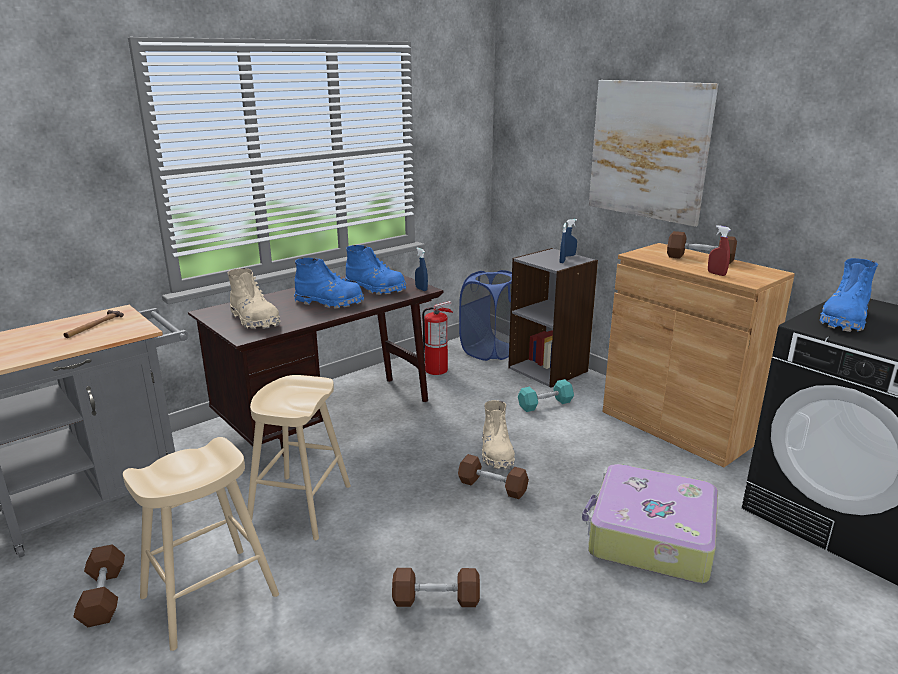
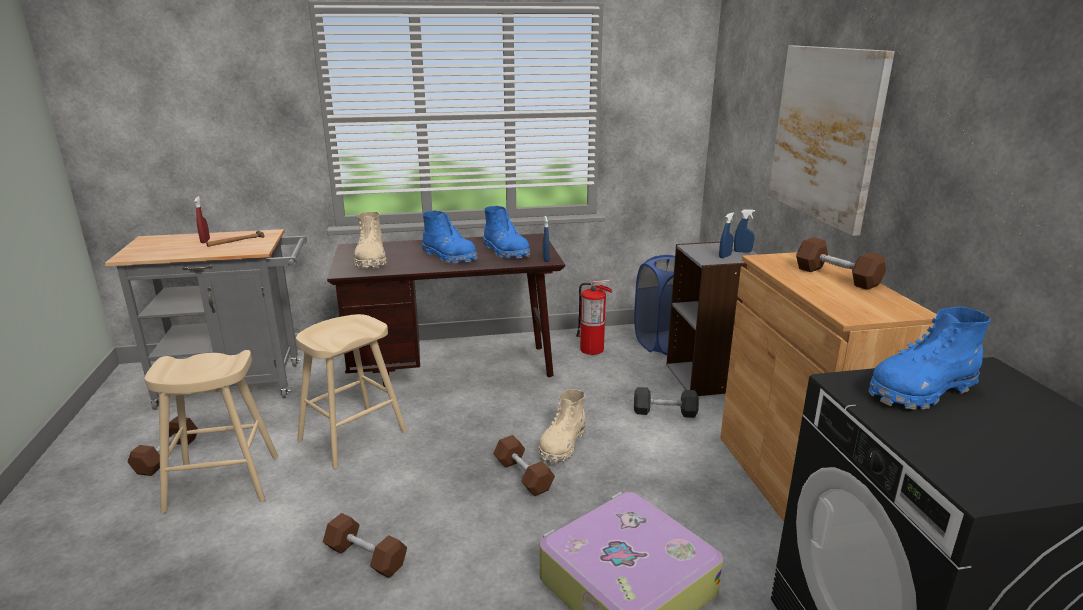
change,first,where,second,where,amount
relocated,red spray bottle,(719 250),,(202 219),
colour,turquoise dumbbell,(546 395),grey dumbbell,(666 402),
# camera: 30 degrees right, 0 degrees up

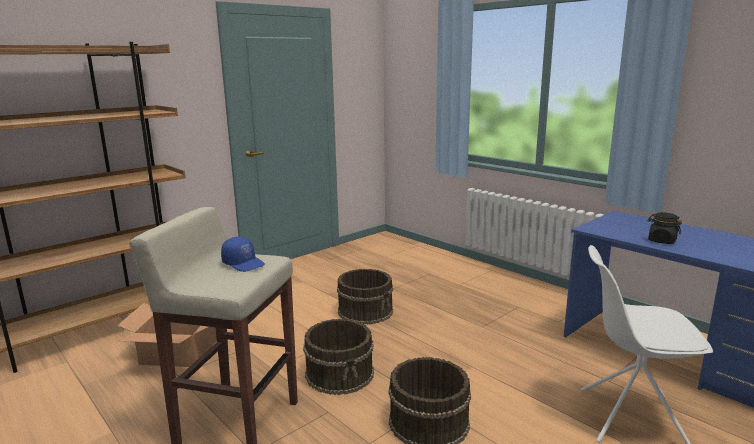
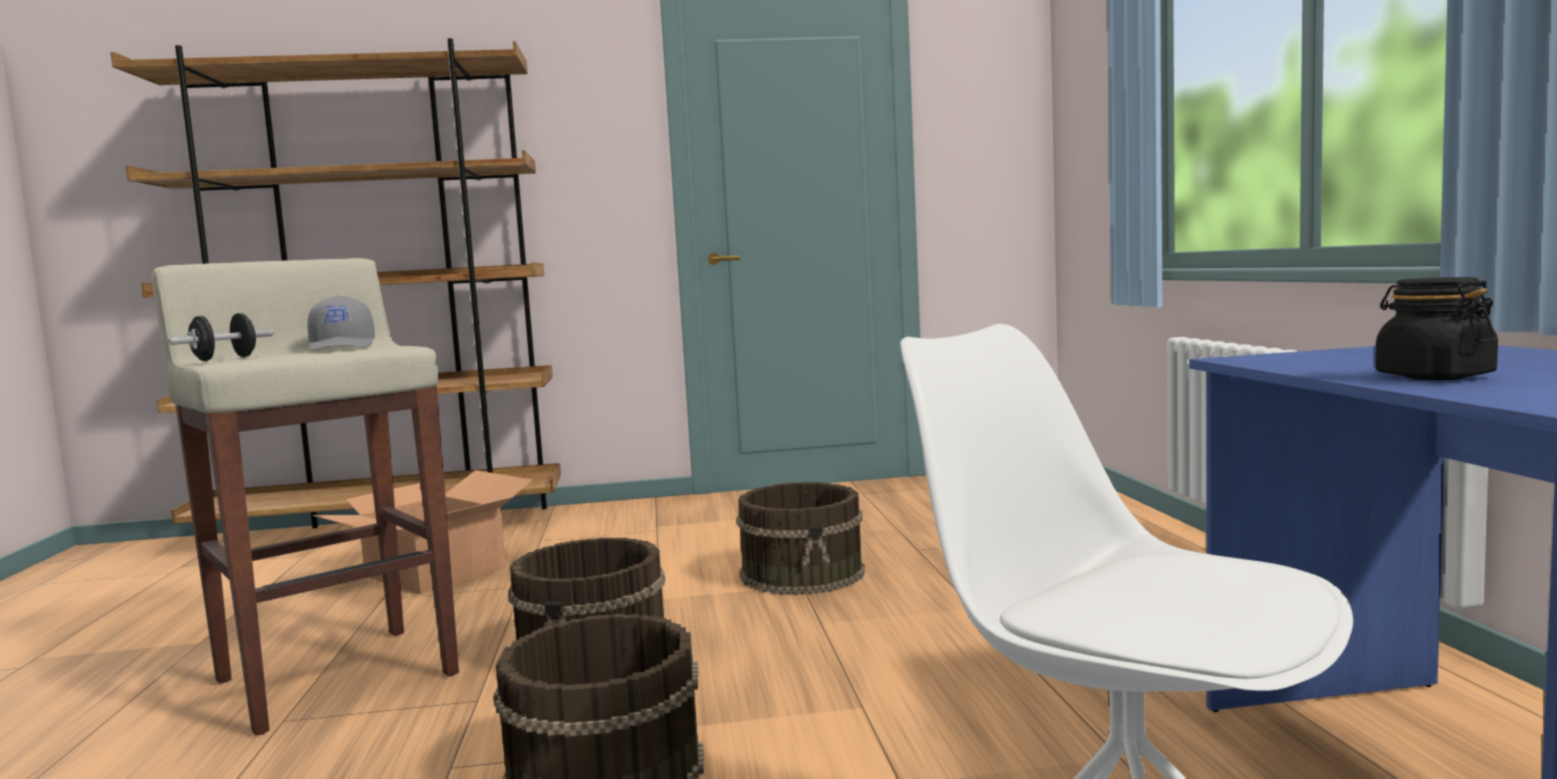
change,first,where,second,where,amount
colour,blue cap,(243 254),grey cap,(341 323),
appeared,,,black dumbbell,(221 337),
# camera: 35 degrees right, 10 degrees down

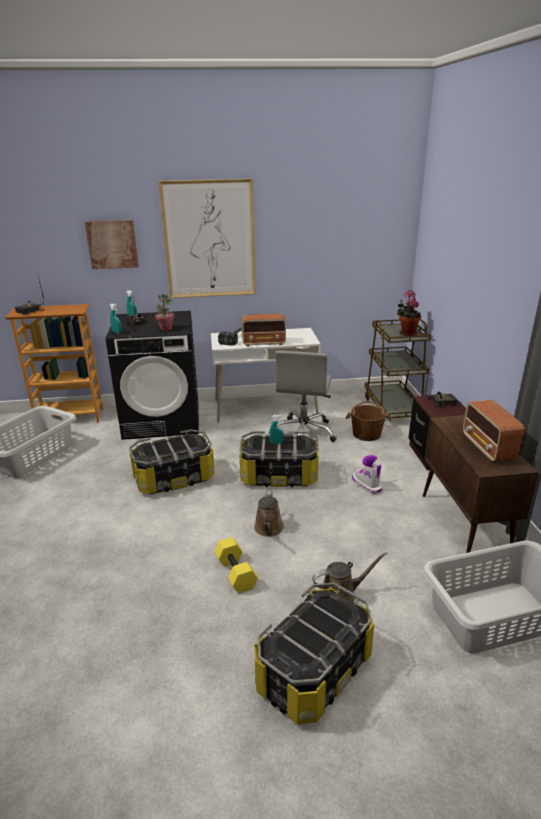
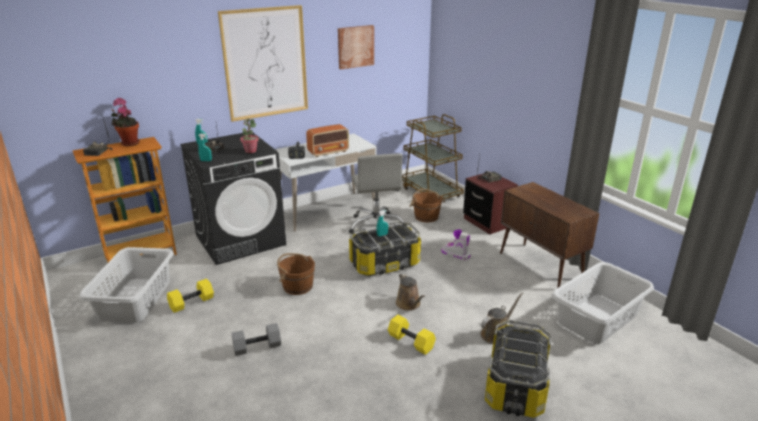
change,first,where,second,where,amount
relocated,picture,(112 244),,(356 47),
relocated,potted plant,(409 313),,(125 122),
missing,radio,(494 431),,,
exchanged,storage box,(172 461),brown bucket,(296 274),
appeared,,,yellow dumbbell,(190 296),
appeared,,,grey dumbbell,(256 339),
# camera: 25 degrees left, 0 degrees up

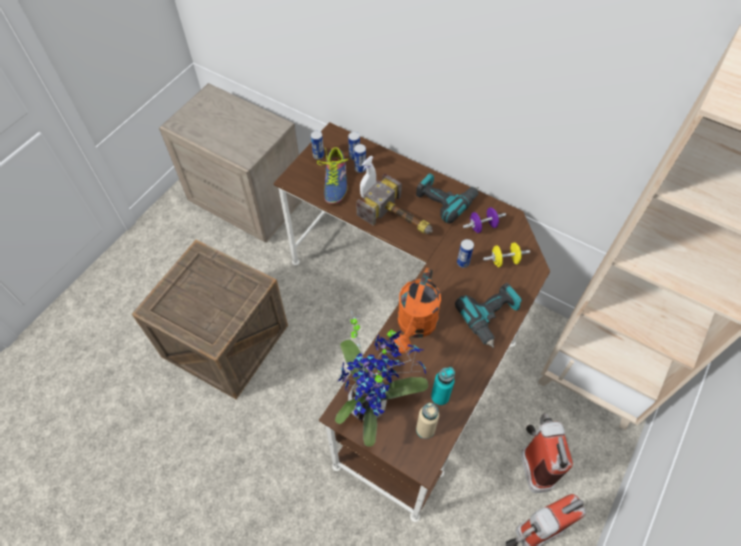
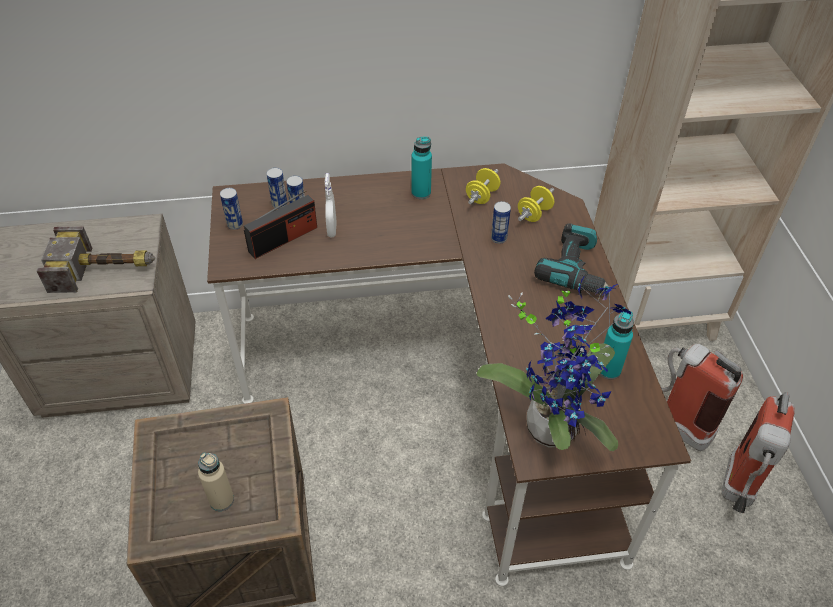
change,first,where,second,where,amount
exchanged,shoe,(333 175),radio,(280 224),
exchanged,power drill,(447 198),turquoise bottle,(421 167),
relocated,hammer,(394 204),,(96 260),
colour,purple dumbbell,(484 220),yellow dumbbell,(483 186),
missing,orange watering can,(417 310),,,
relocated,beige bottle,(427 421),,(216 482),
# camera: 40 degrees left, 10 degrees down

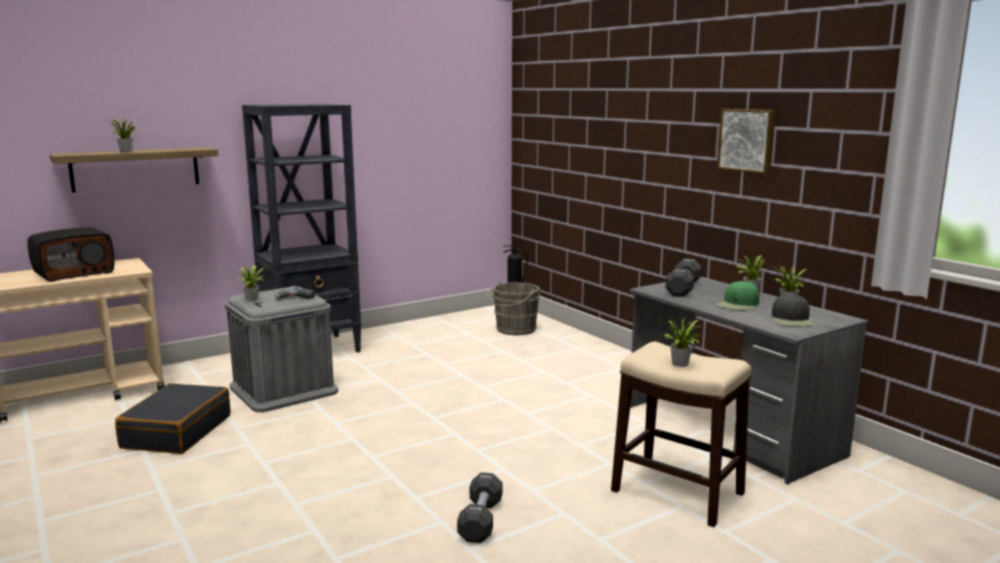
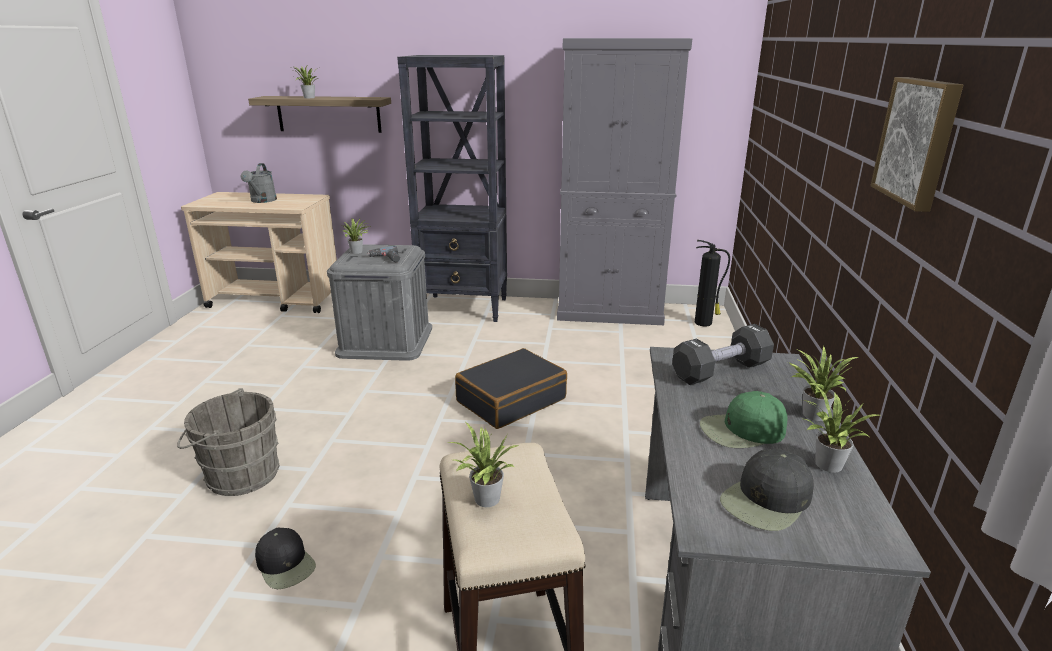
change,first,where,second,where,amount
exchanged,radio,(70 255),grey watering can,(259 183),
relocated,grey bucket,(513 308),,(228 442),
relocated,black suitcase,(172 418),,(511 388),
exchanged,black dumbbell,(480 507),black cap,(285 558),
appeared,,,grey cabinet,(624 181),
# camera: 40 degrees right, 10 degrees up

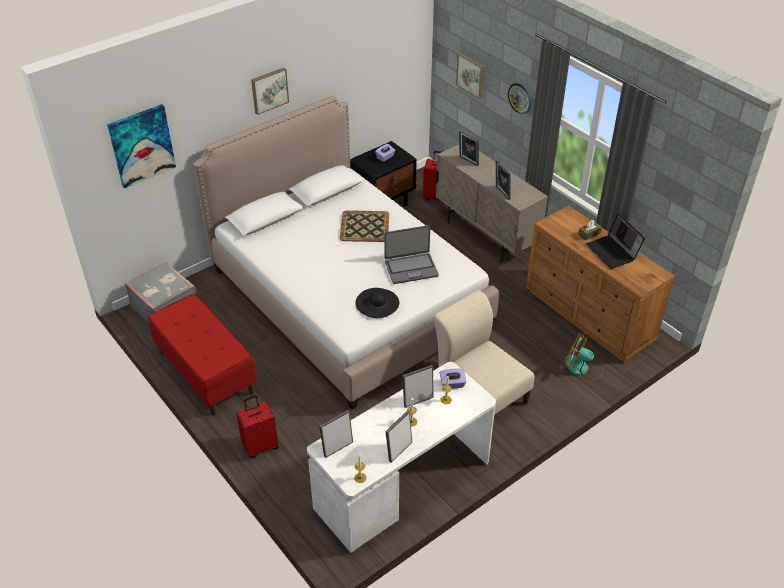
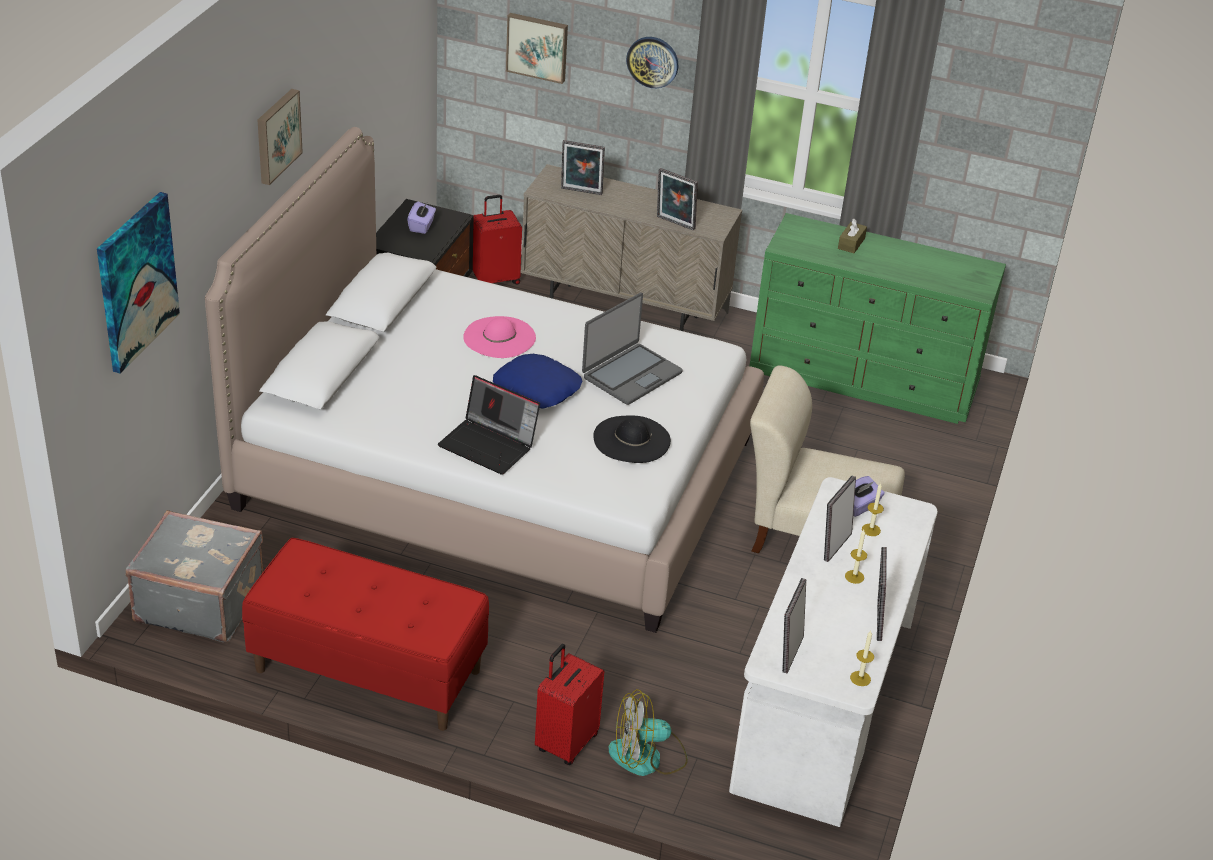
change,first,where,second,where,amount
colour,brown dresser,(600 284),green dresser,(878 318),
exchanged,tray,(364 226),pink hat,(499 337),
relocated,laptop,(615 241),,(489 425),
relocated,fan,(584 356),,(648 732),
appeared,,,blue pillow,(538 381),
# camera: 35 degrees left, 5 degrees down

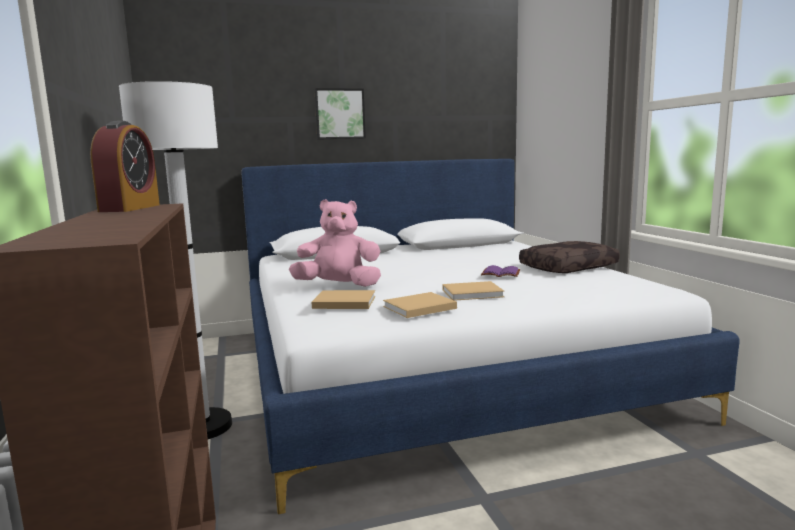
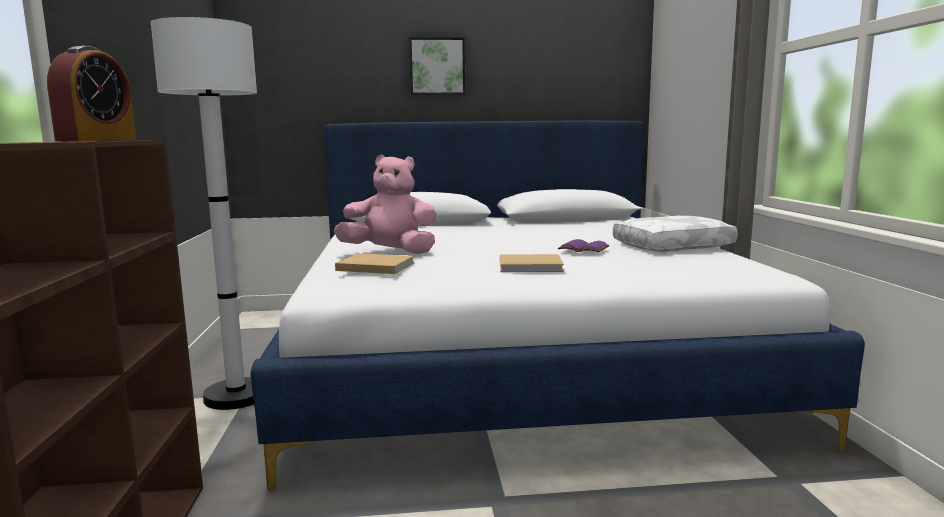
change,first,where,second,where,amount
colour,brown pillow,(569 257),white pillow,(675 234),
missing,beige book,(420 305),,,
# camera: 10 degrees right, 0 degrees up

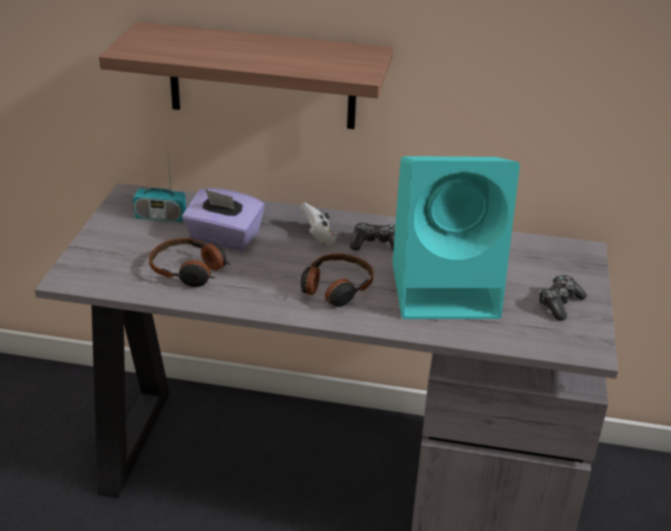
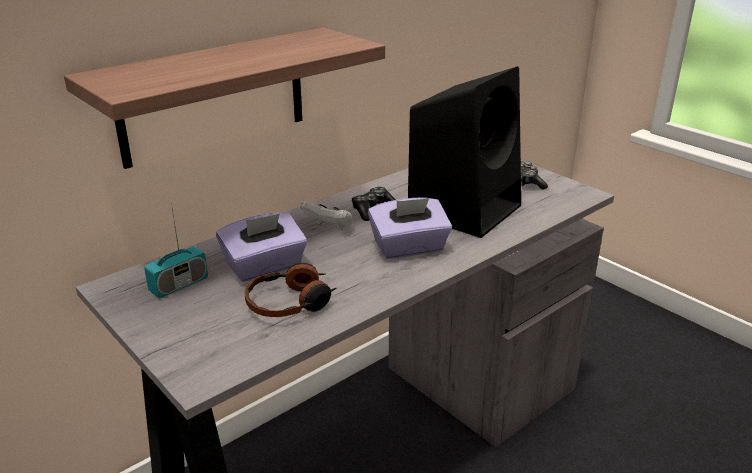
change,first,where,second,where,amount
colour,turquoise speaker,(456 237),black speaker,(464 152),
exchanged,headphones,(337 280),purple tissue box,(410 228),
# camera: 50 degrees left, 5 degrees down

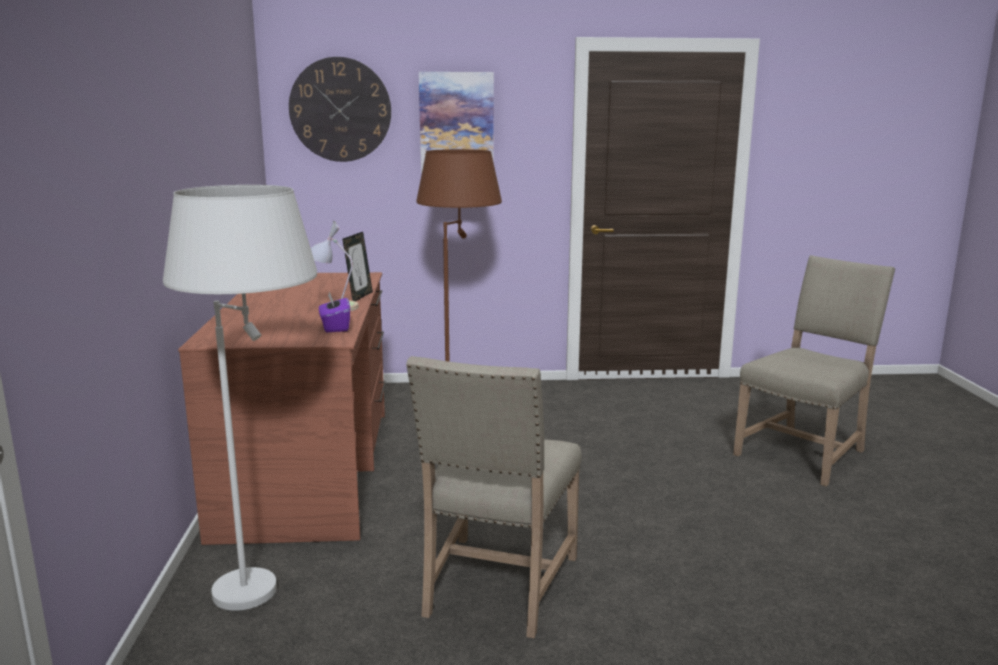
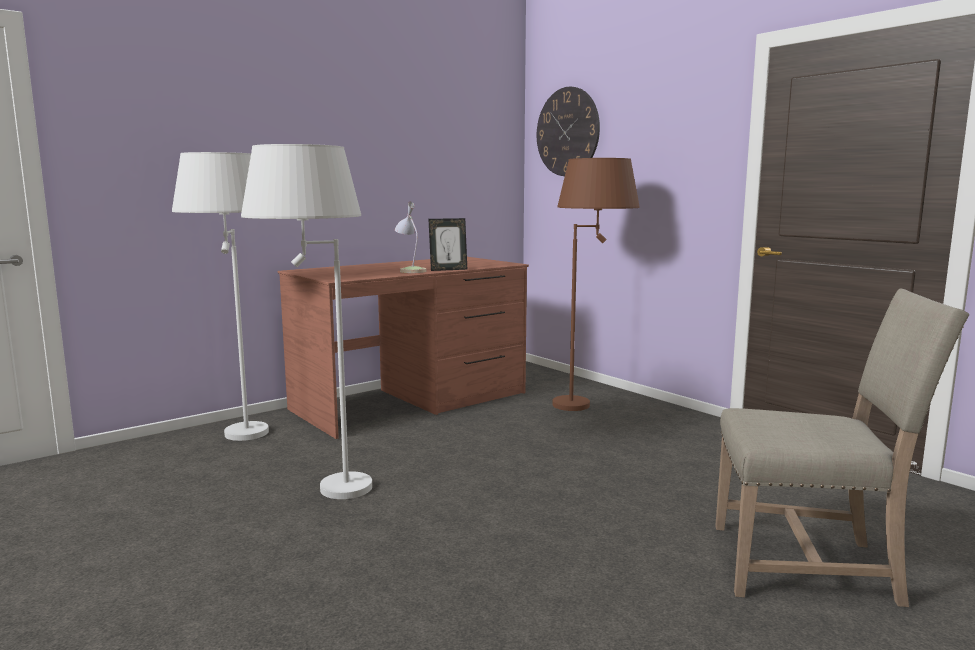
change,first,where,second,where,amount
missing,picture,(456 122),,,
missing,purple tissue box,(334 312),,,
exchanged,beige chair,(494 497),white floor lamp,(306 321),
# camera: 55 degrees right, 5 degrees down

